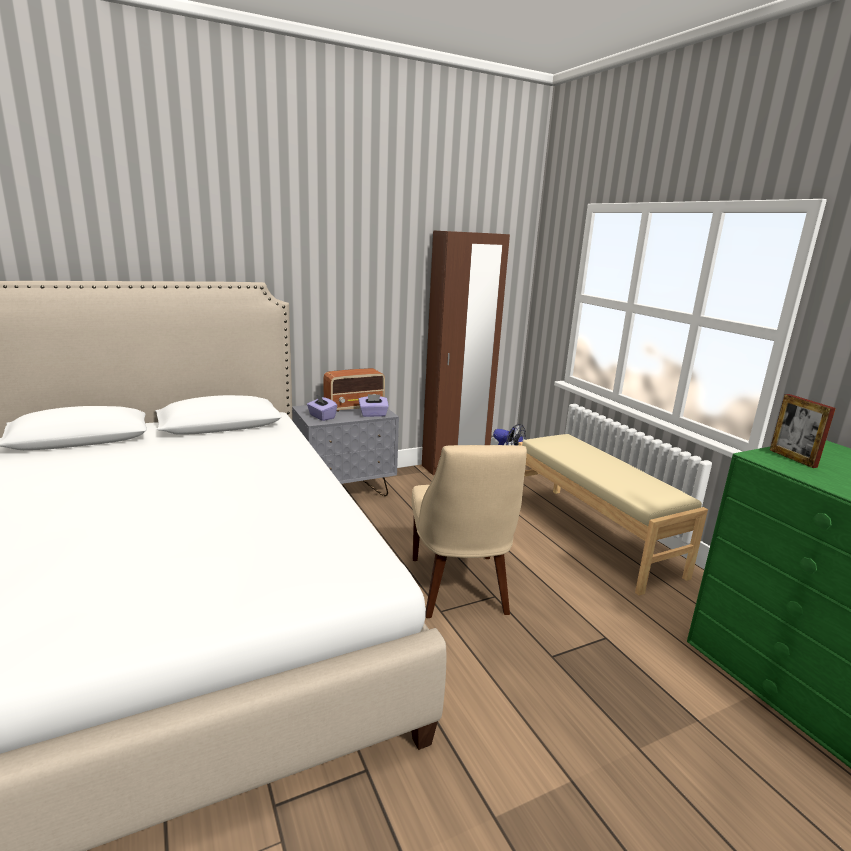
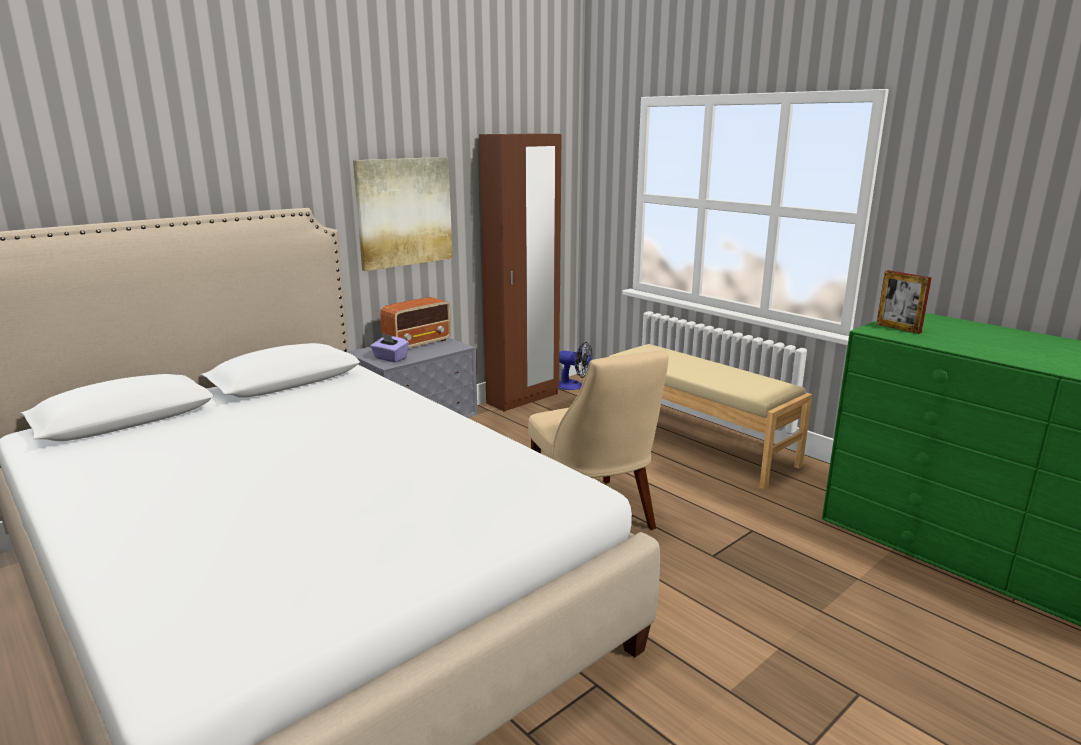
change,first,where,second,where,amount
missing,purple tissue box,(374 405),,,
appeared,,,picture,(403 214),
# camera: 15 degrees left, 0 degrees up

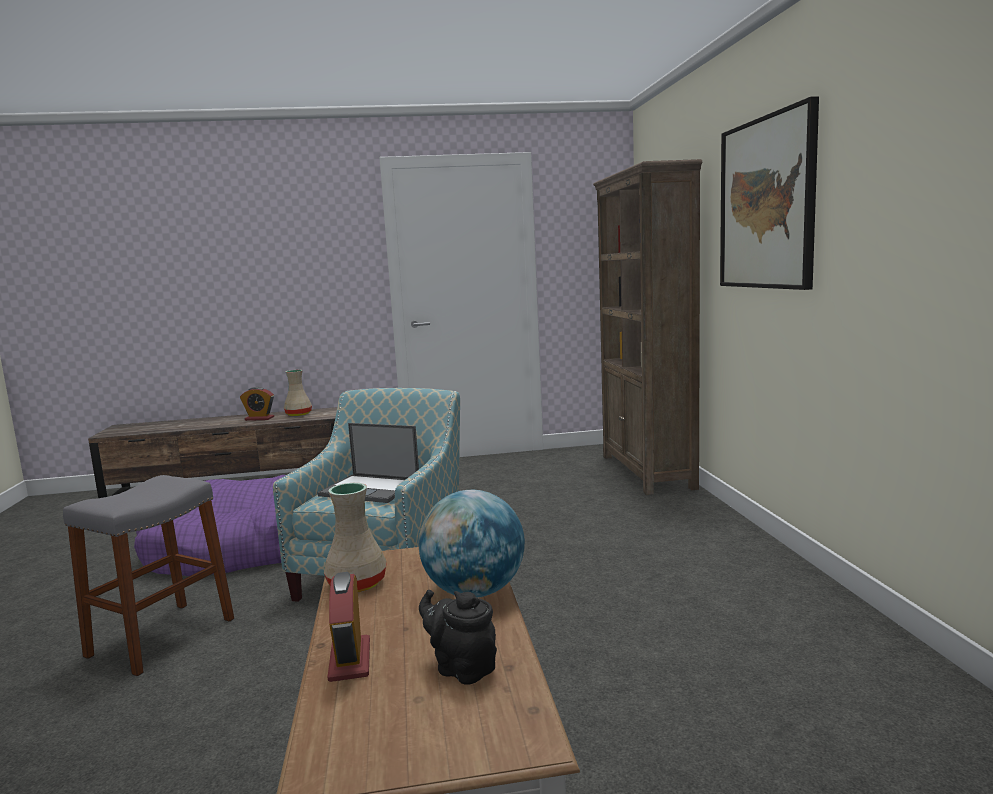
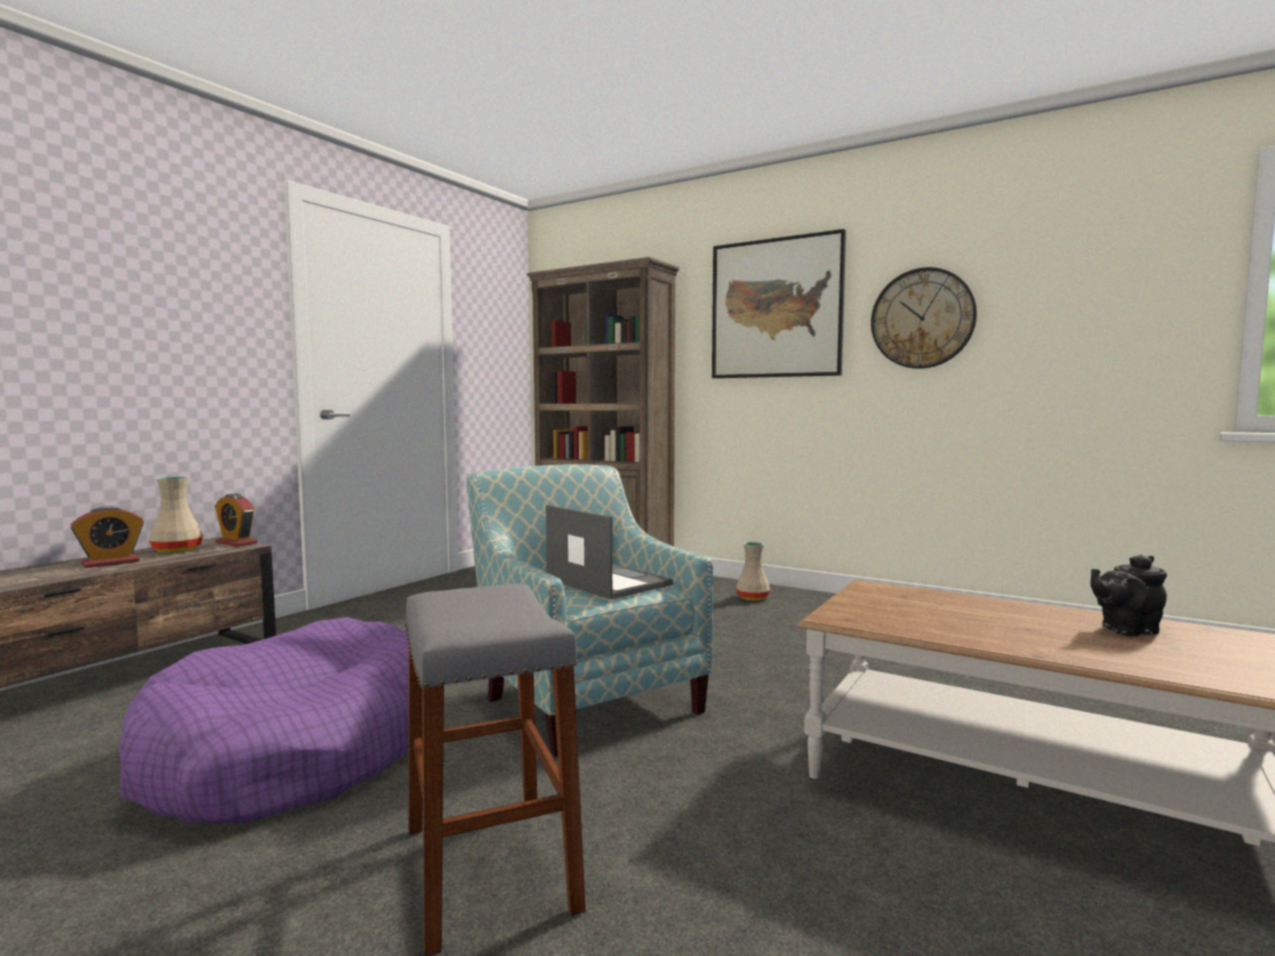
change,first,where,second,where,amount
spun,laptop,(368 463),,(609 552),105 degrees counterclockwise
relocated,beige vase,(355 537),,(753 571),
missing,globe,(472 544),,,
relocated,alarm clock,(349 627),,(236 520),
appeared,,,wall clock,(924 318),
# camera: 50 degrees left, 5 degrees down

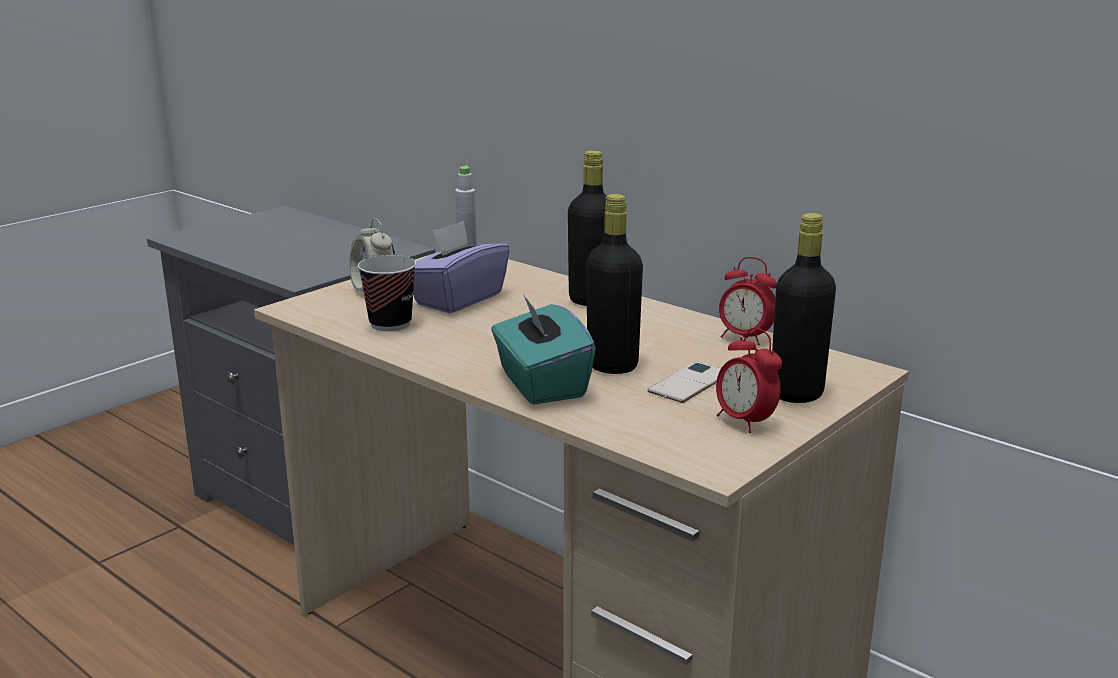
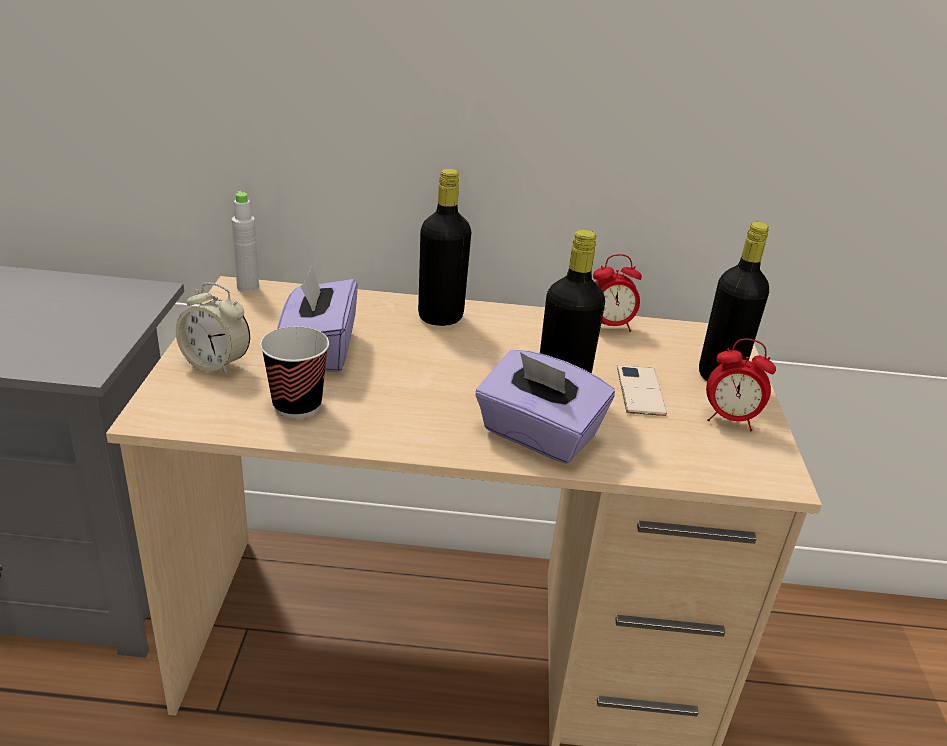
change,first,where,second,where,amount
colour,turquoise tissue box,(543 349),purple tissue box,(545 407),
# camera: 40 degrees left, 10 degrees up

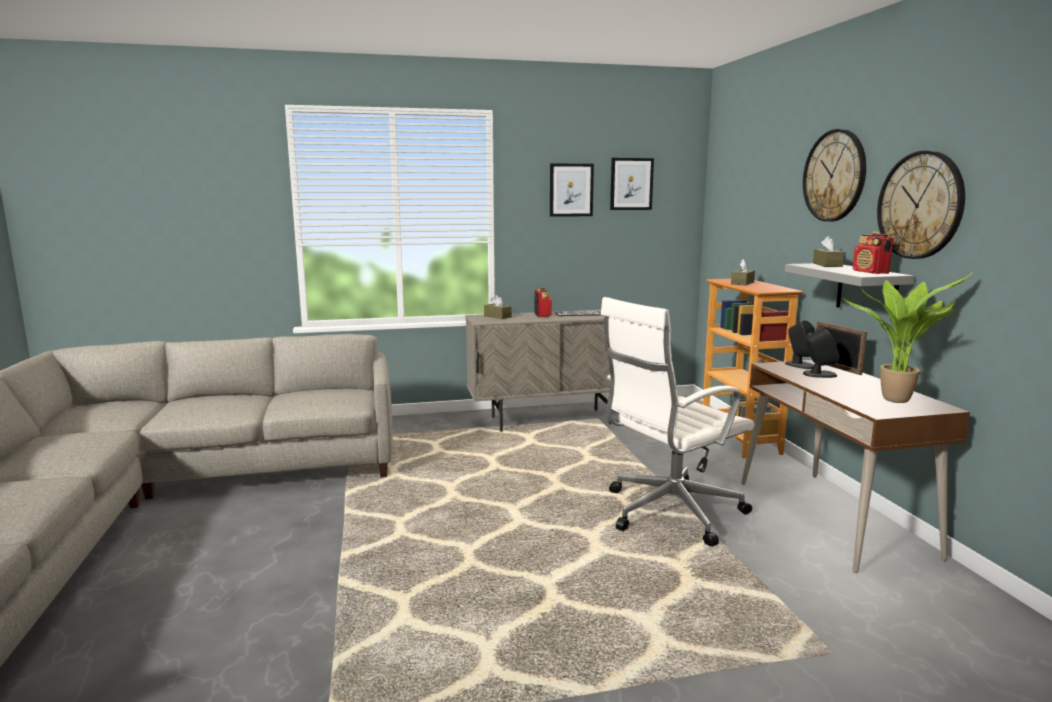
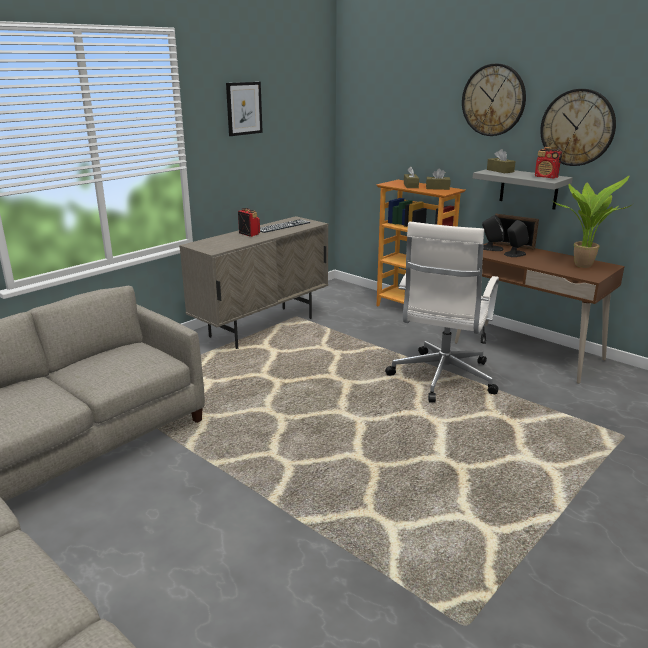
change,first,where,second,where,amount
missing,picture,(632 184),,,
relocated,brown tissue box,(498 307),,(438 179),
# camera: 35 degrees left, 10 degrees up

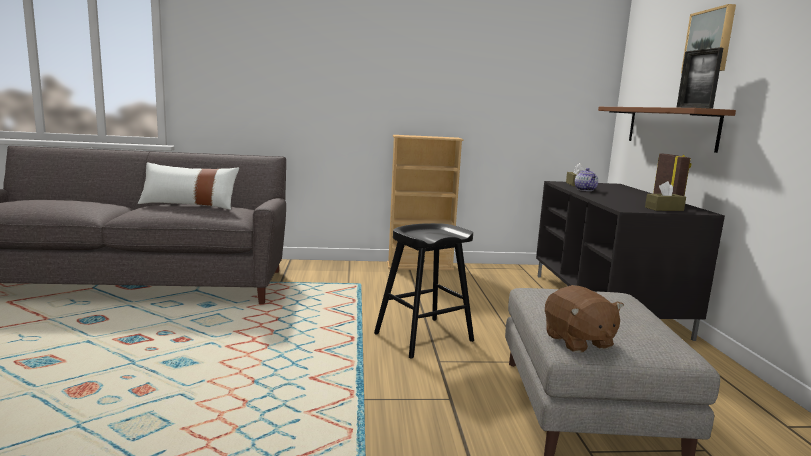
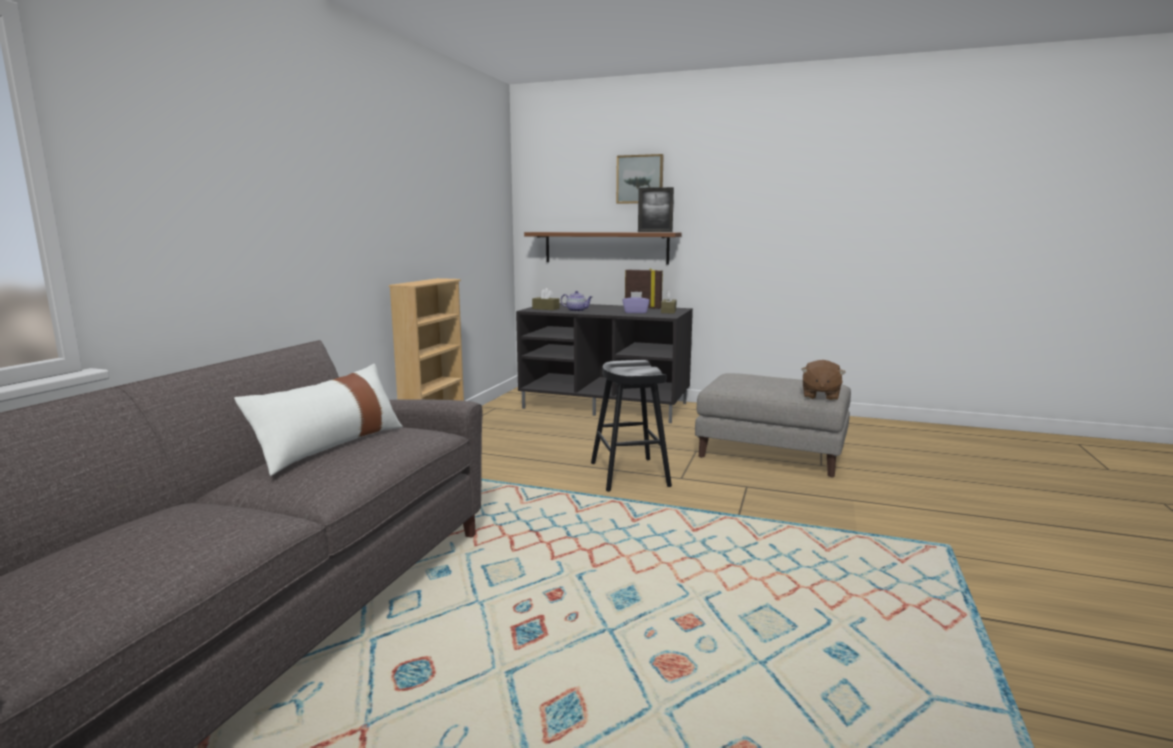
change,first,where,second,where,amount
spun,brown plush toy,(584 319),,(823 380),105 degrees clockwise
appeared,,,purple tissue box,(636 302),
# camera: 65 degrees left, 0 degrees up

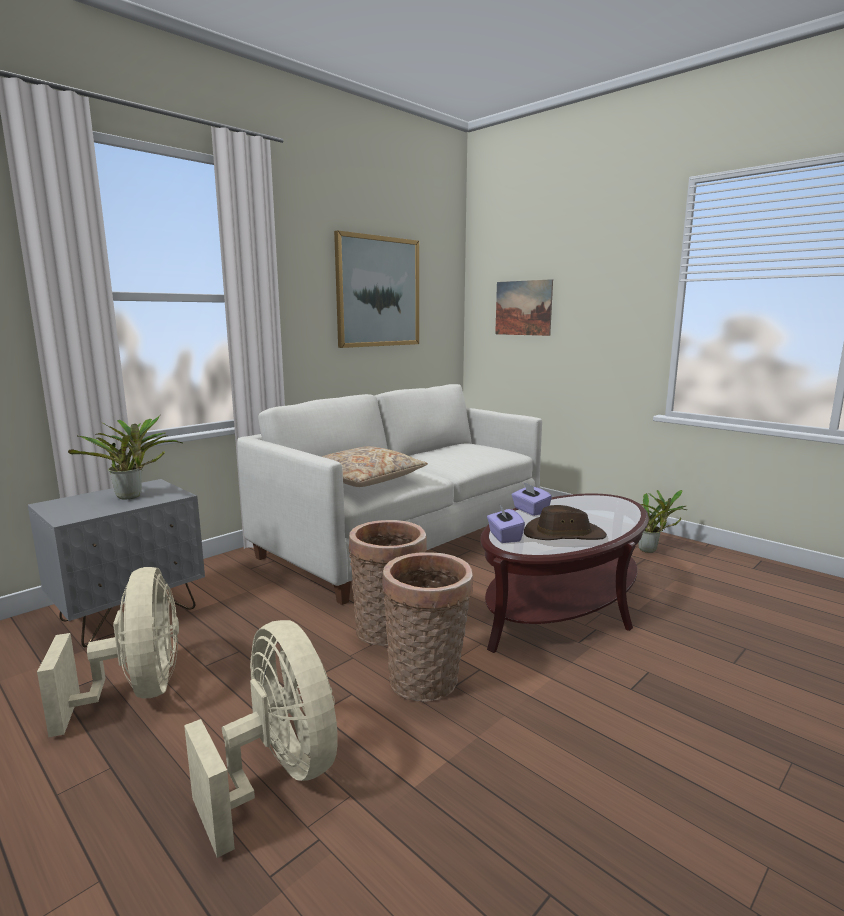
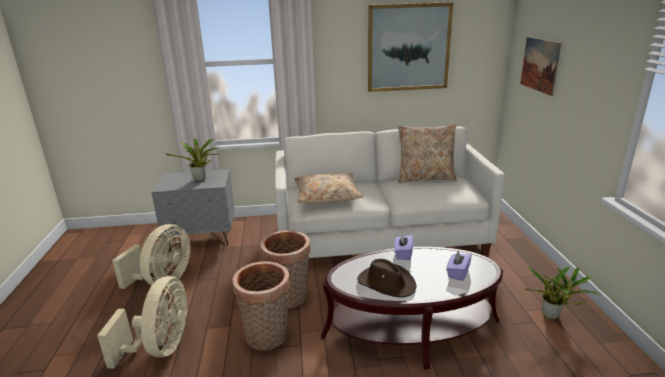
change,first,where,second,where,amount
relocated,purple tissue box,(506 523),,(459 265),
appeared,,,beige pillow,(427 153),
# camera: 40 degrees right, 10 degrees up

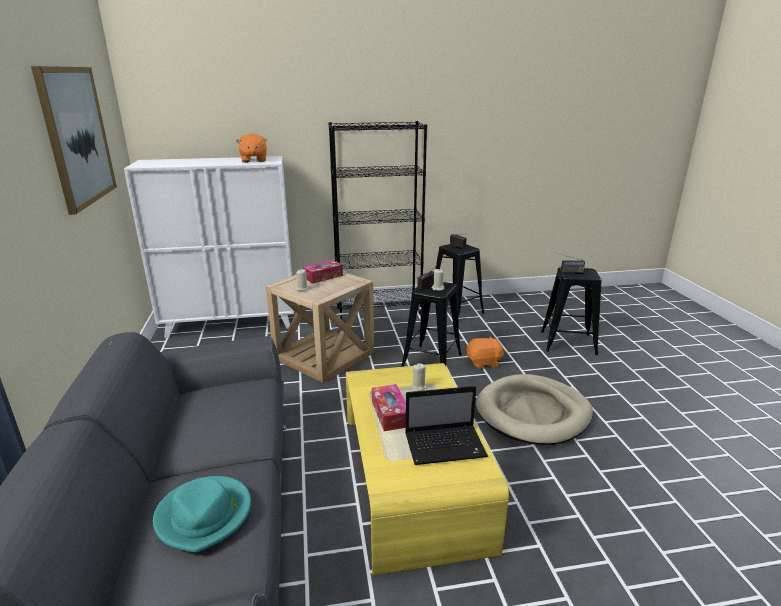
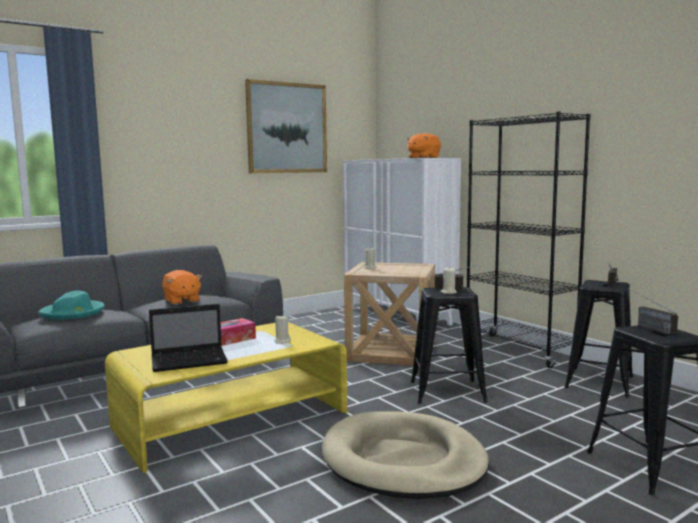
change,first,where,second,where,amount
missing,tissue box,(323 272),,,
relocated,orange plush toy,(486 352),,(182 287),
spun,laptop,(446 425),,(188 338),75 degrees counterclockwise
# camera: 65 degrees right, 15 degrees down

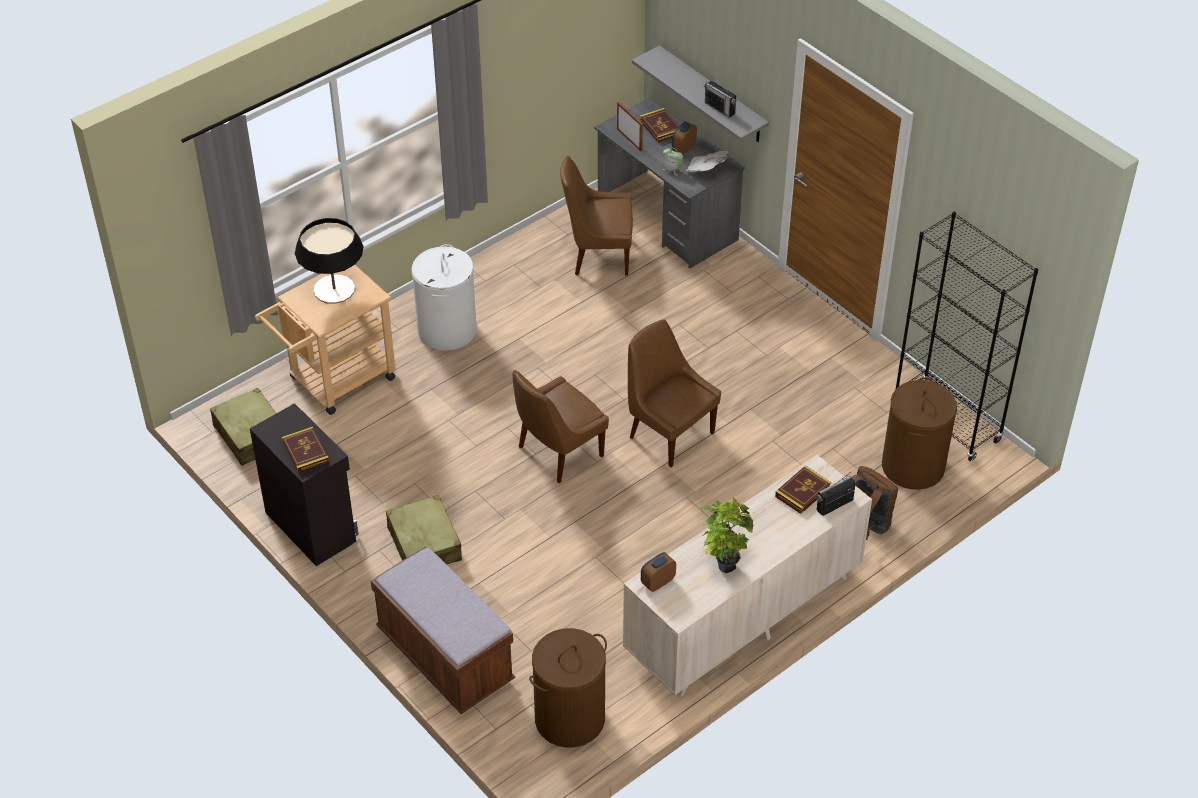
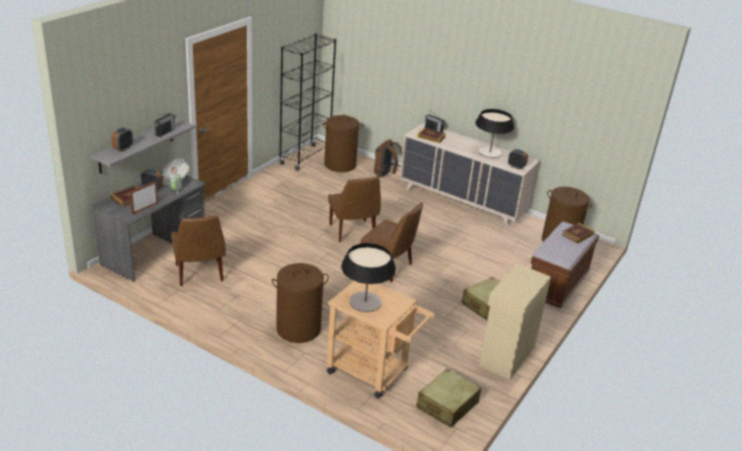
change,first,where,second,where,amount
colour,white laundry basket,(444 297),brown laundry basket,(300 303),
spun,brown chair,(674 393),,(354 209),45 degrees counterclockwise
colour,black cabinet,(304 484),beige cabinet,(515 322),
relocated,book,(306 450),,(578 233),
exchanged,potted plant,(726 535),table lamp,(495 133),
appeared,,,alarm clock,(122 139),
# camera: 110 degrees left, 15 degrees down

